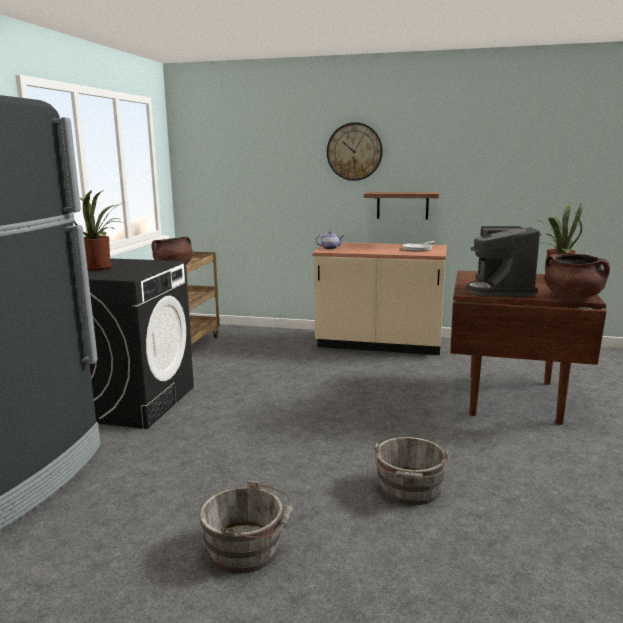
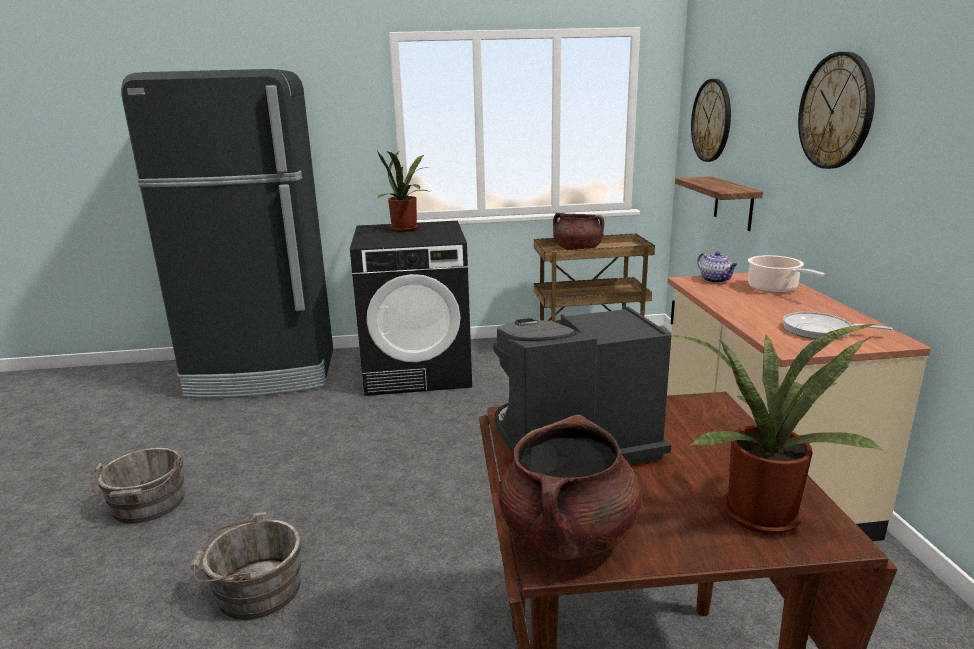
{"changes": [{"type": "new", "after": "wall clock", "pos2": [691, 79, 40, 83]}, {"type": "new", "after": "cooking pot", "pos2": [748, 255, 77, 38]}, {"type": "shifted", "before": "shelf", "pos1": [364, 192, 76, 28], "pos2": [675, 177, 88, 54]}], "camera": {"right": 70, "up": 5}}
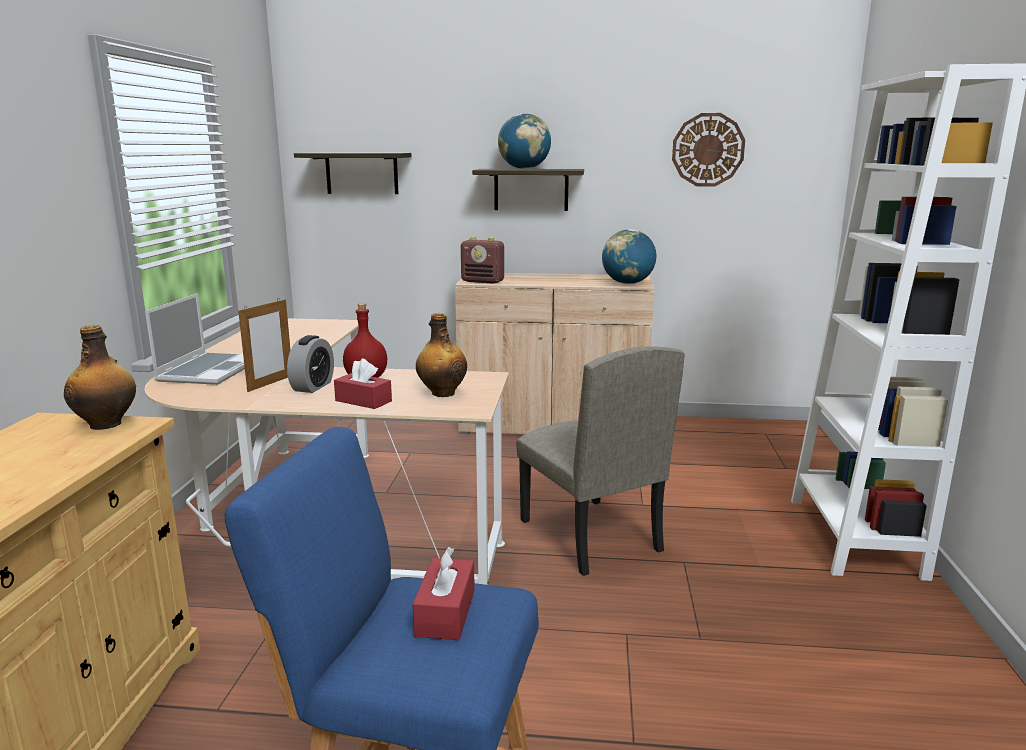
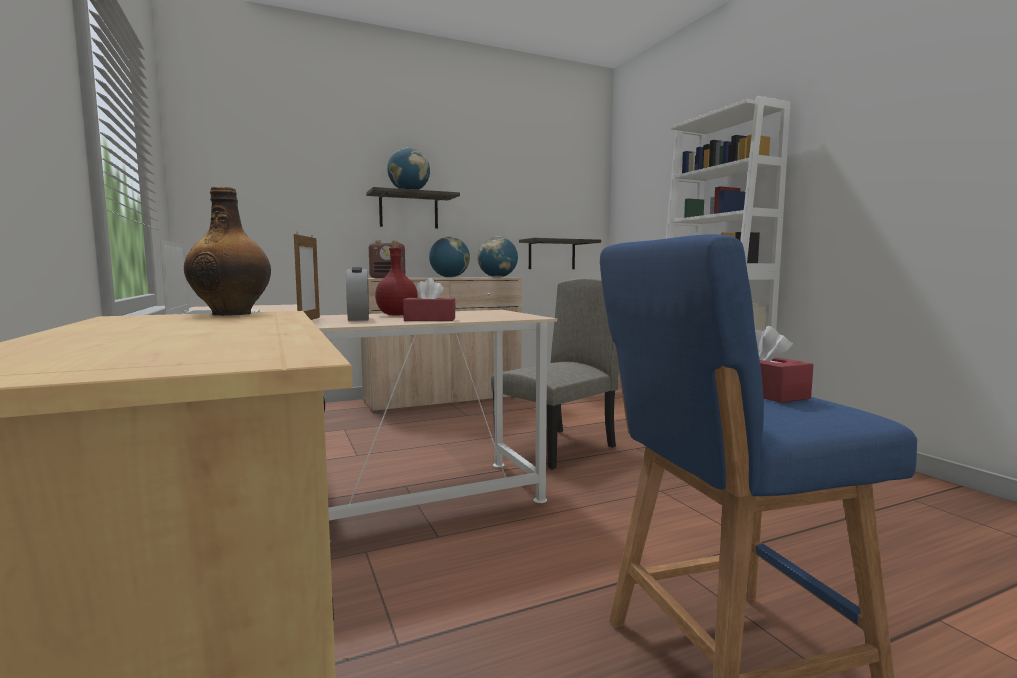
{"changes": [{"type": "gone", "before": "bottle", "pos1": [416, 313, 51, 84]}, {"type": "gone", "before": "wall clock", "pos1": [672, 113, 73, 73]}, {"type": "new", "after": "globe", "pos2": [429, 237, 41, 41]}, {"type": "shifted", "before": "shelf", "pos1": [294, 153, 118, 41], "pos2": [519, 238, 82, 31]}, {"type": "rotated", "before": "beige chair", "pos1": [516, 347, 169, 229], "pos2": [491, 277, 128, 192], "turn": -75}], "camera": {"right": -30, "up": -10}}
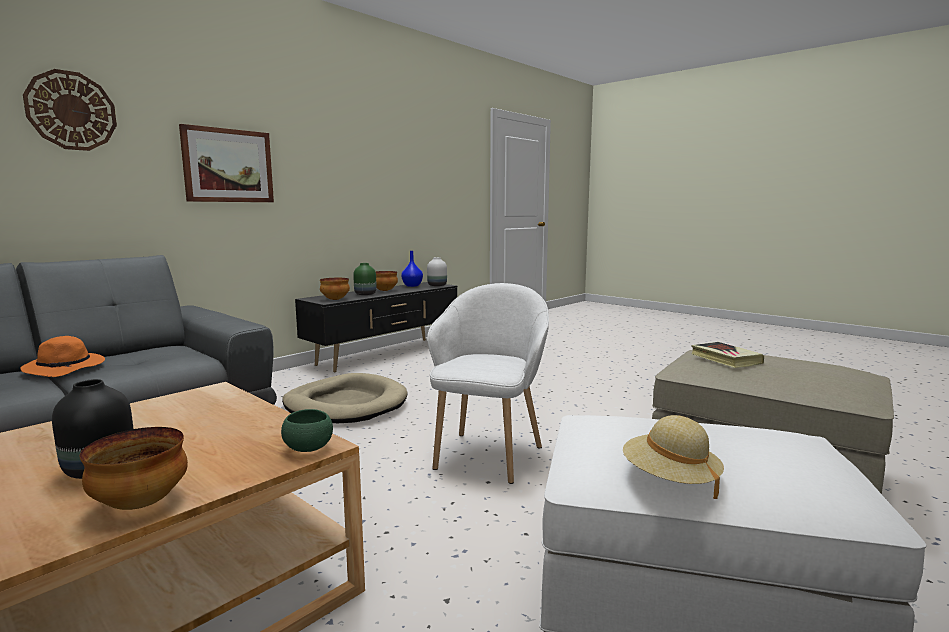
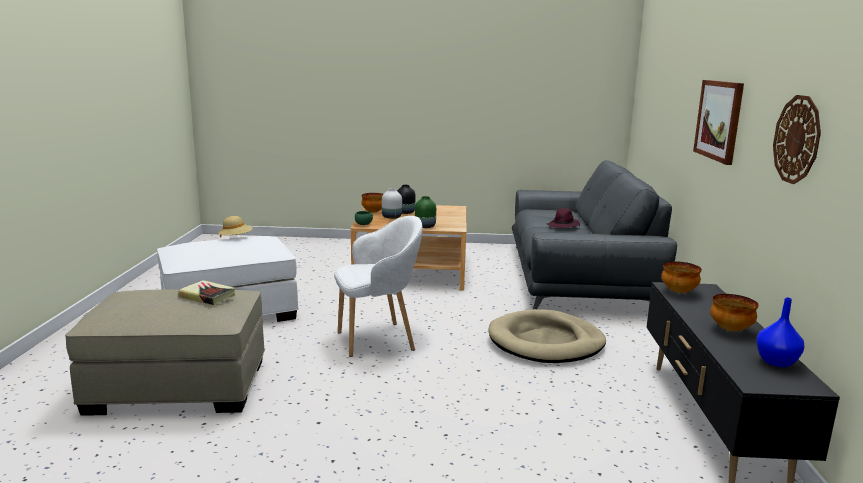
{"changes": [{"type": "shifted", "before": "wall clock", "pos1": [23, 69, 94, 82], "pos2": [773, 95, 48, 89]}, {"type": "shifted", "before": "green vase", "pos1": [353, 263, 23, 32], "pos2": [415, 196, 21, 32]}, {"type": "shifted", "before": "white vase", "pos1": [427, 257, 20, 29], "pos2": [382, 188, 20, 31]}, {"type": "repainted", "before": "orange hat", "after": "purple hat", "pos1": [20, 336, 85, 41], "pos2": [547, 208, 33, 20]}, {"type": "rotated", "before": "white armchair", "pos1": [427, 283, 122, 201], "pos2": [334, 216, 89, 141], "turn": -90}], "camera": {"right": 140, "up": 5}}
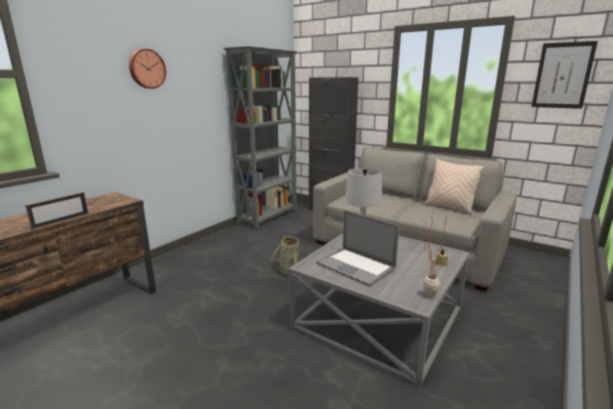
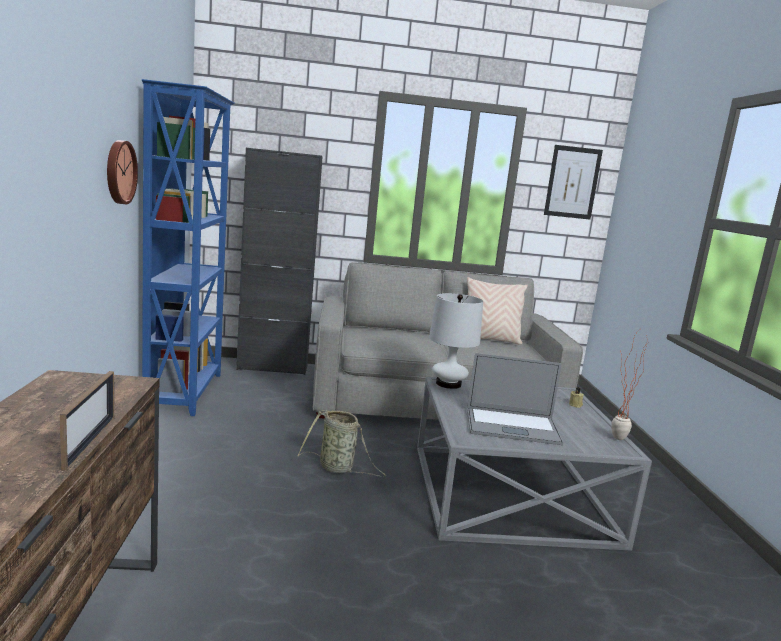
{"changes": [{"type": "shifted", "before": "wall clock", "pos1": [129, 49, 37, 40], "pos2": [107, 140, 31, 64]}, {"type": "repainted", "before": "grey bookcase", "after": "blue bookcase", "pos1": [224, 46, 74, 184], "pos2": [142, 79, 93, 337]}], "camera": {"right": -40, "up": -5}}
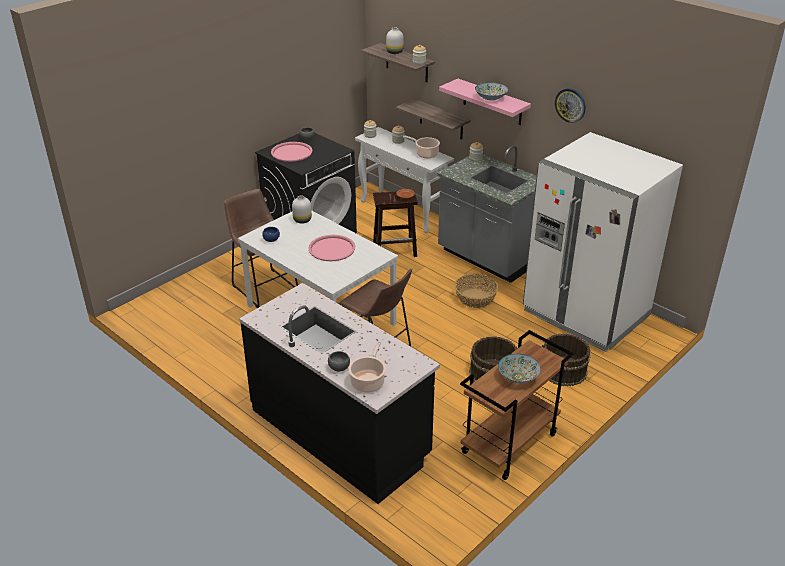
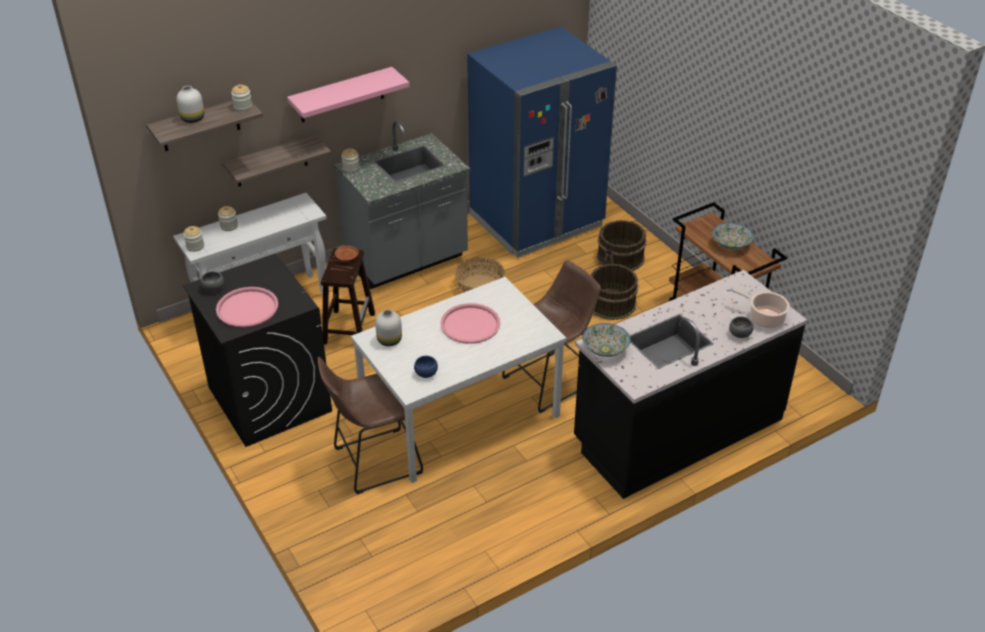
{"changes": [{"type": "gone", "before": "cooking pot", "pos1": [403, 135, 37, 23]}, {"type": "gone", "before": "wall clock", "pos1": [555, 88, 31, 35]}, {"type": "shifted", "before": "bowl", "pos1": [475, 82, 33, 18], "pos2": [582, 323, 49, 34]}, {"type": "repainted", "before": "white fridge", "after": "blue fridge", "pos1": [523, 132, 160, 220], "pos2": [467, 26, 150, 232]}], "camera": {"right": -75, "up": 5}}
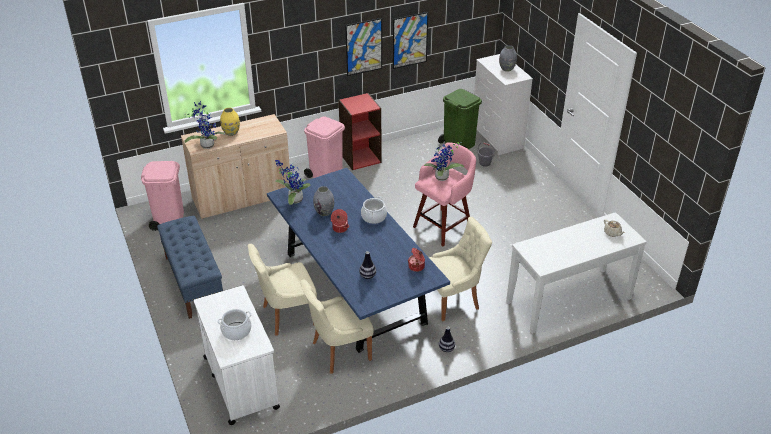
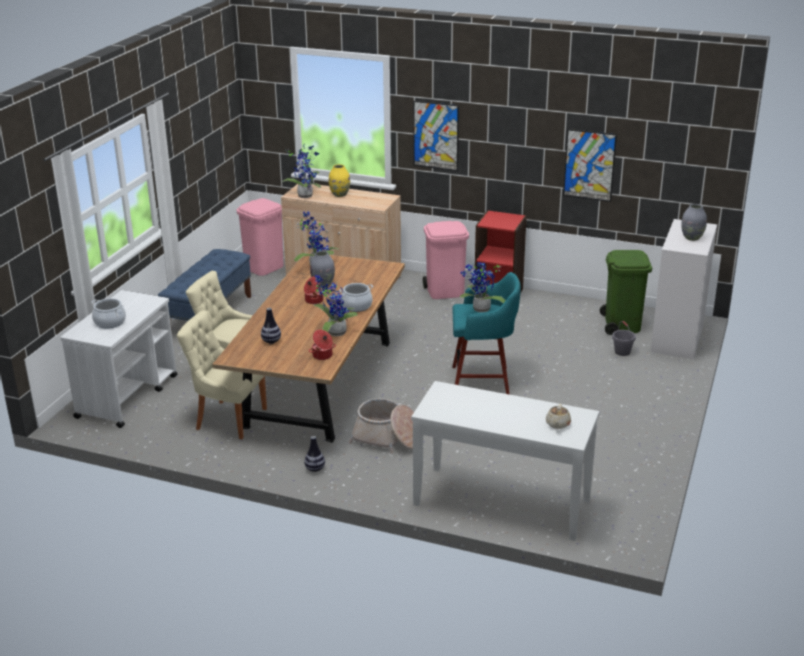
{"changes": [{"type": "new", "after": "potted plant", "pos2": [314, 275, 44, 61]}, {"type": "shifted", "before": "picture", "pos1": [345, 18, 37, 58], "pos2": [413, 101, 46, 70]}, {"type": "swapped", "before": "beige chair", "after": "basket", "pos1": [429, 217, 63, 104], "pos2": [349, 399, 65, 54]}, {"type": "repainted", "before": "blue dining table", "after": "brown dining table", "pos1": [267, 168, 183, 185], "pos2": [212, 252, 193, 191]}, {"type": "repainted", "before": "pink stool", "after": "turquoise stool", "pos1": [413, 142, 63, 104], "pos2": [452, 272, 69, 123]}], "camera": {"right": 45, "up": -10}}
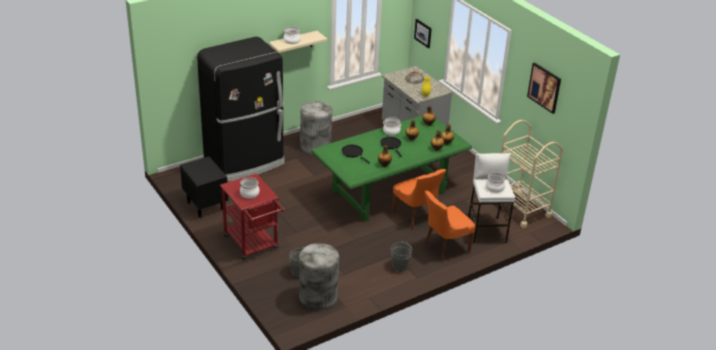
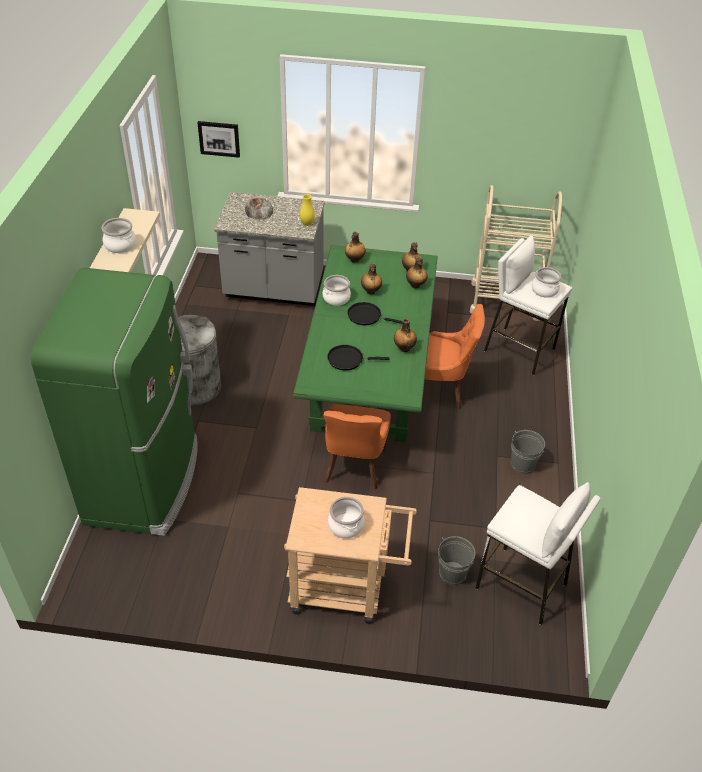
{"changes": [{"type": "gone", "before": "black nightstand", "pos1": [180, 157, 48, 61]}, {"type": "gone", "before": "picture", "pos1": [527, 63, 34, 51]}, {"type": "shifted", "before": "orange chair", "pos1": [423, 191, 52, 71], "pos2": [323, 404, 68, 85]}, {"type": "swapped", "before": "grey trash can", "after": "white stool", "pos1": [299, 243, 40, 67], "pos2": [476, 482, 125, 143]}, {"type": "repainted", "before": "black fridge", "after": "green fridge", "pos1": [197, 37, 87, 145], "pos2": [31, 268, 166, 268]}, {"type": "repainted", "before": "red cart", "after": "beige cart", "pos1": [220, 174, 64, 86], "pos2": [284, 487, 133, 137]}], "camera": {"right": -50, "up": 10}}
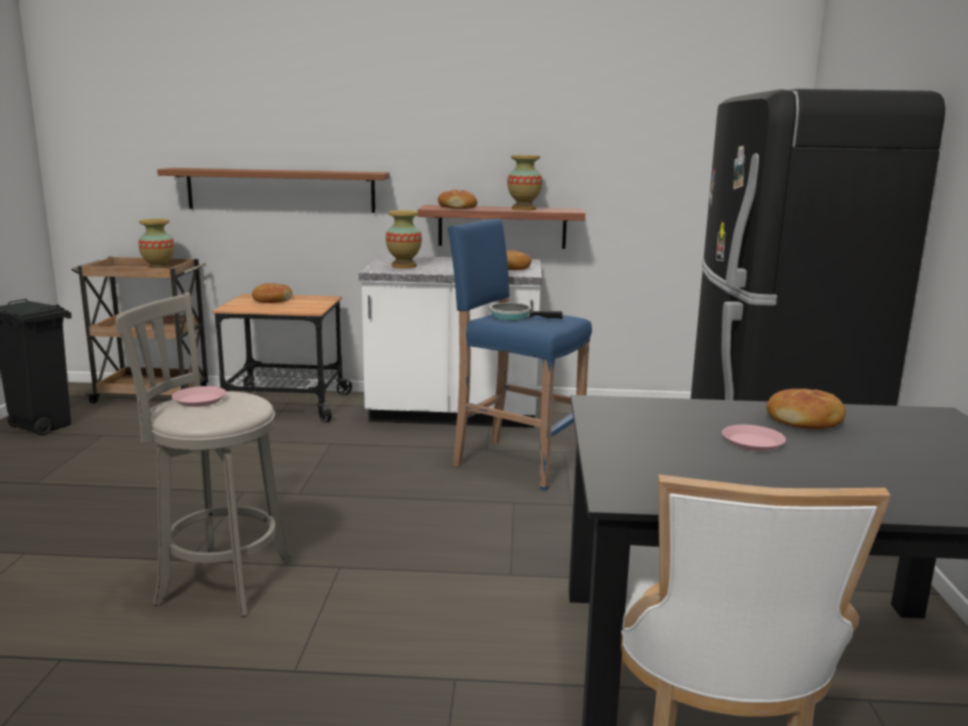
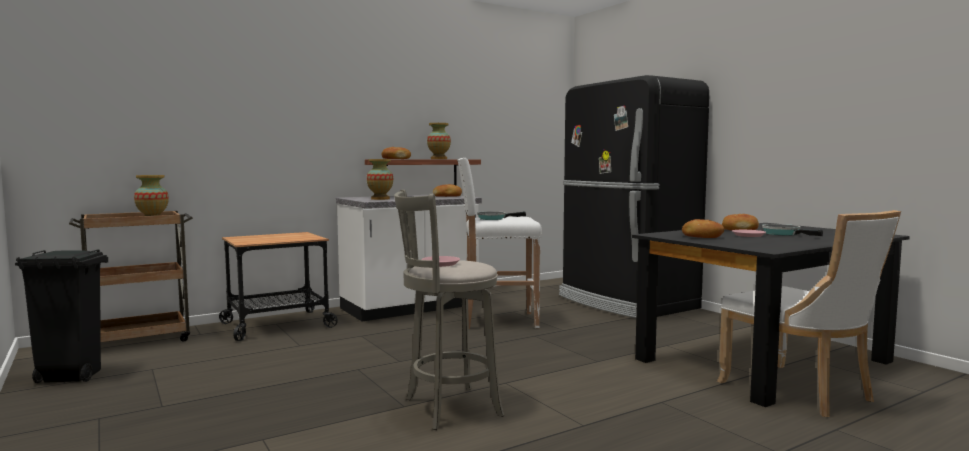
{"changes": [{"type": "gone", "before": "brown shelf", "pos1": [157, 168, 233, 45]}, {"type": "new", "after": "frying pan", "pos2": [762, 224, 61, 12]}, {"type": "shifted", "before": "bread", "pos1": [252, 283, 40, 20], "pos2": [682, 219, 42, 19]}, {"type": "repainted", "before": "blue stool", "after": "white stool", "pos1": [448, 218, 144, 273], "pos2": [457, 158, 85, 171]}], "camera": {"right": -35, "up": -10}}
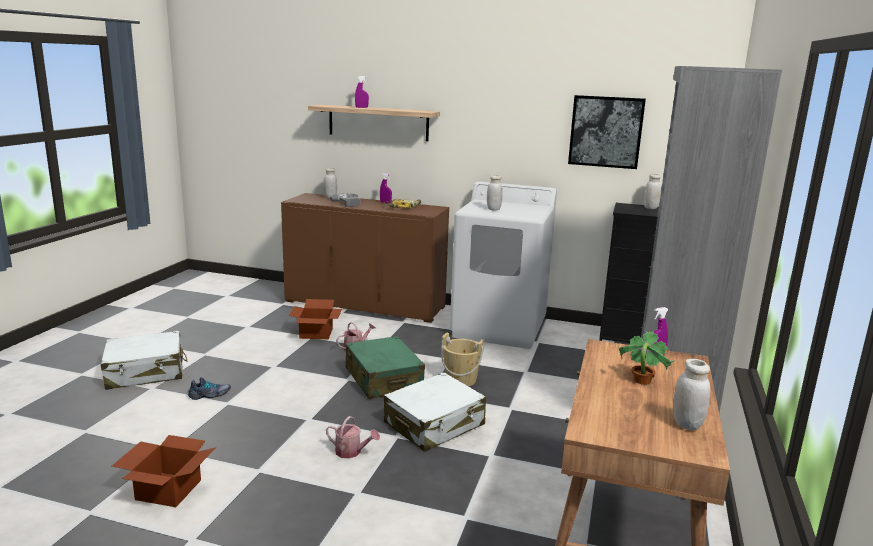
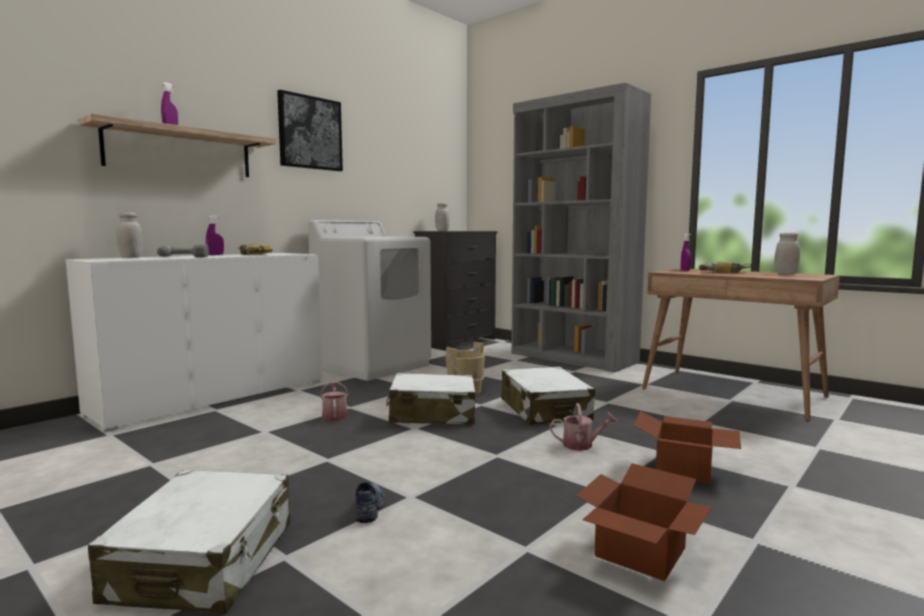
{"changes": [{"type": "gone", "before": "white jar", "pos1": [487, 175, 15, 36]}, {"type": "shifted", "before": "cardboard box", "pos1": [289, 299, 53, 40], "pos2": [634, 411, 107, 73]}, {"type": "shifted", "before": "picture", "pos1": [568, 95, 78, 74], "pos2": [277, 90, 66, 81]}, {"type": "swapped", "before": "potted plant", "after": "power drill", "pos1": [619, 331, 56, 54], "pos2": [699, 262, 53, 11]}, {"type": "repainted", "before": "brown cabinet", "after": "white cabinet", "pos1": [281, 193, 168, 130], "pos2": [65, 253, 257, 179]}, {"type": "repainted", "before": "green suitcase", "after": "white suitcase", "pos1": [345, 336, 80, 63], "pos2": [386, 373, 90, 52]}, {"type": "rotated", "before": "watering can", "pos1": [326, 416, 54, 42], "pos2": [550, 403, 67, 48], "turn": 45}], "camera": {"right": -65, "up": -10}}
